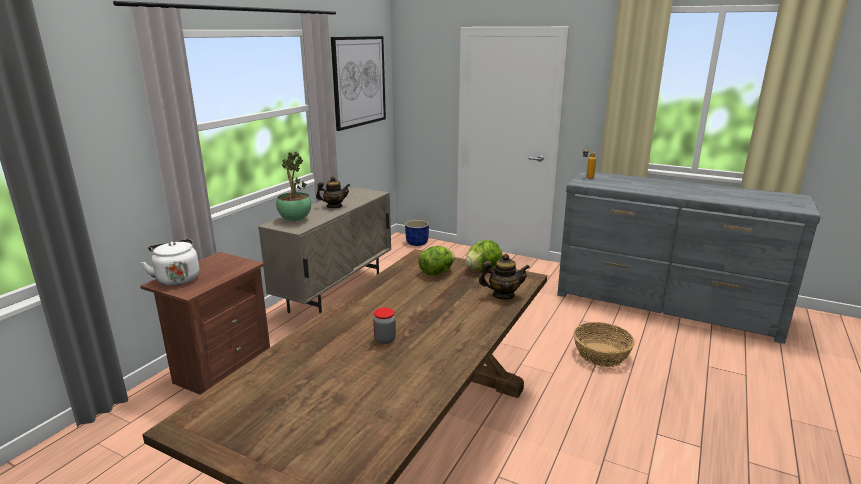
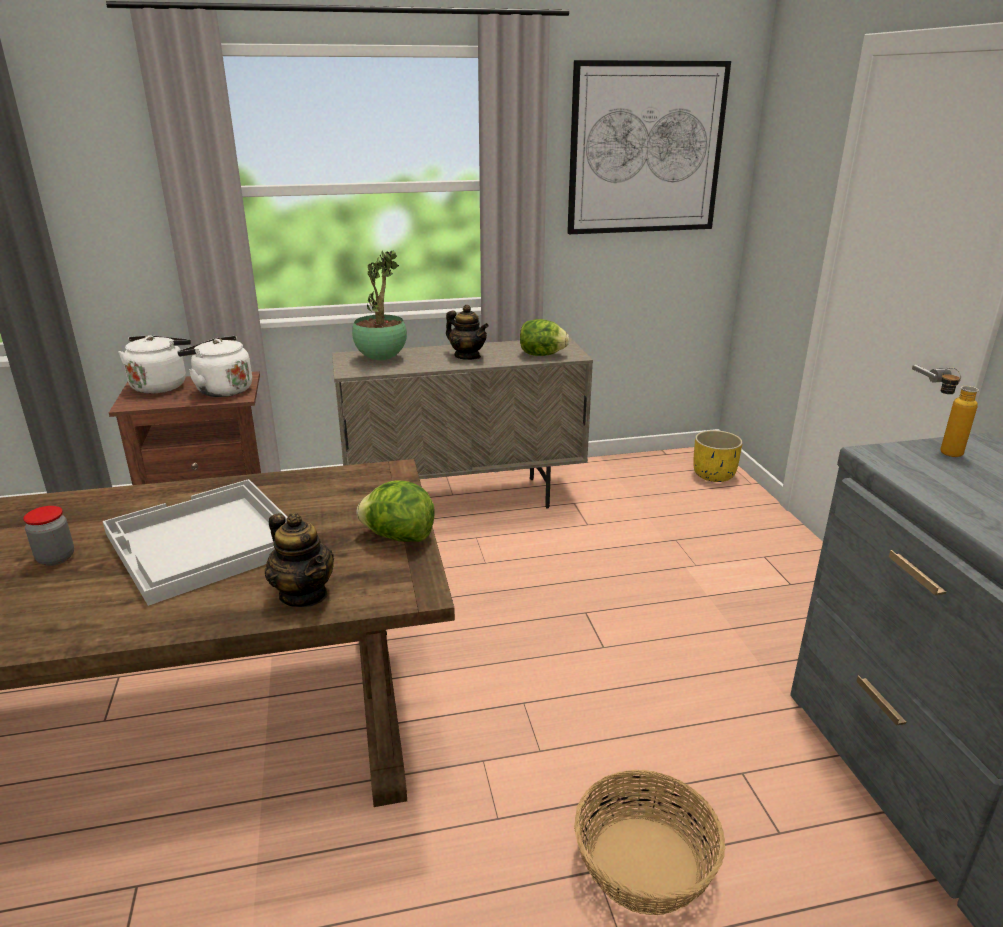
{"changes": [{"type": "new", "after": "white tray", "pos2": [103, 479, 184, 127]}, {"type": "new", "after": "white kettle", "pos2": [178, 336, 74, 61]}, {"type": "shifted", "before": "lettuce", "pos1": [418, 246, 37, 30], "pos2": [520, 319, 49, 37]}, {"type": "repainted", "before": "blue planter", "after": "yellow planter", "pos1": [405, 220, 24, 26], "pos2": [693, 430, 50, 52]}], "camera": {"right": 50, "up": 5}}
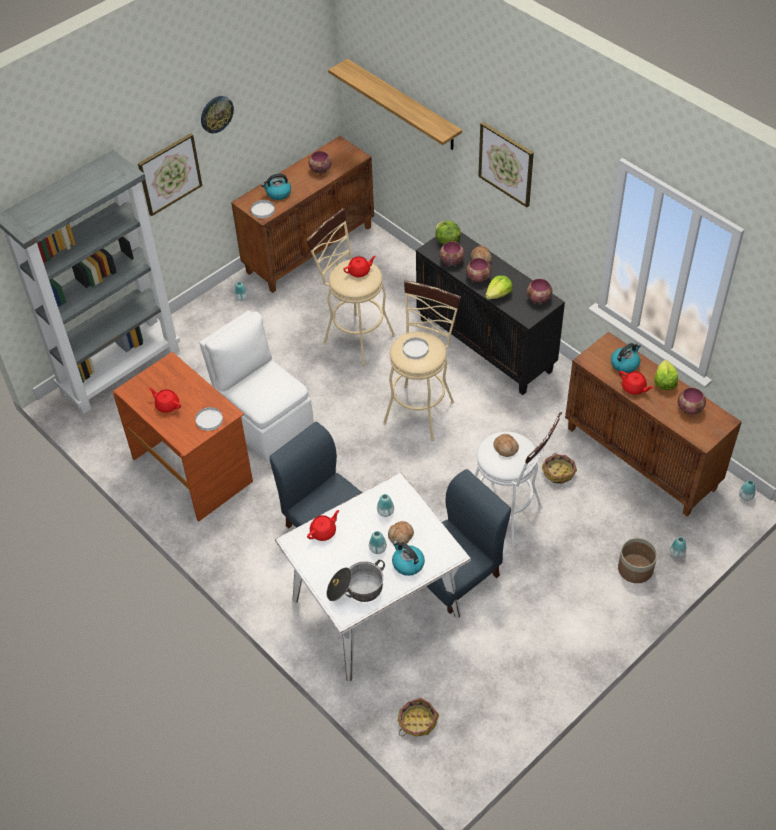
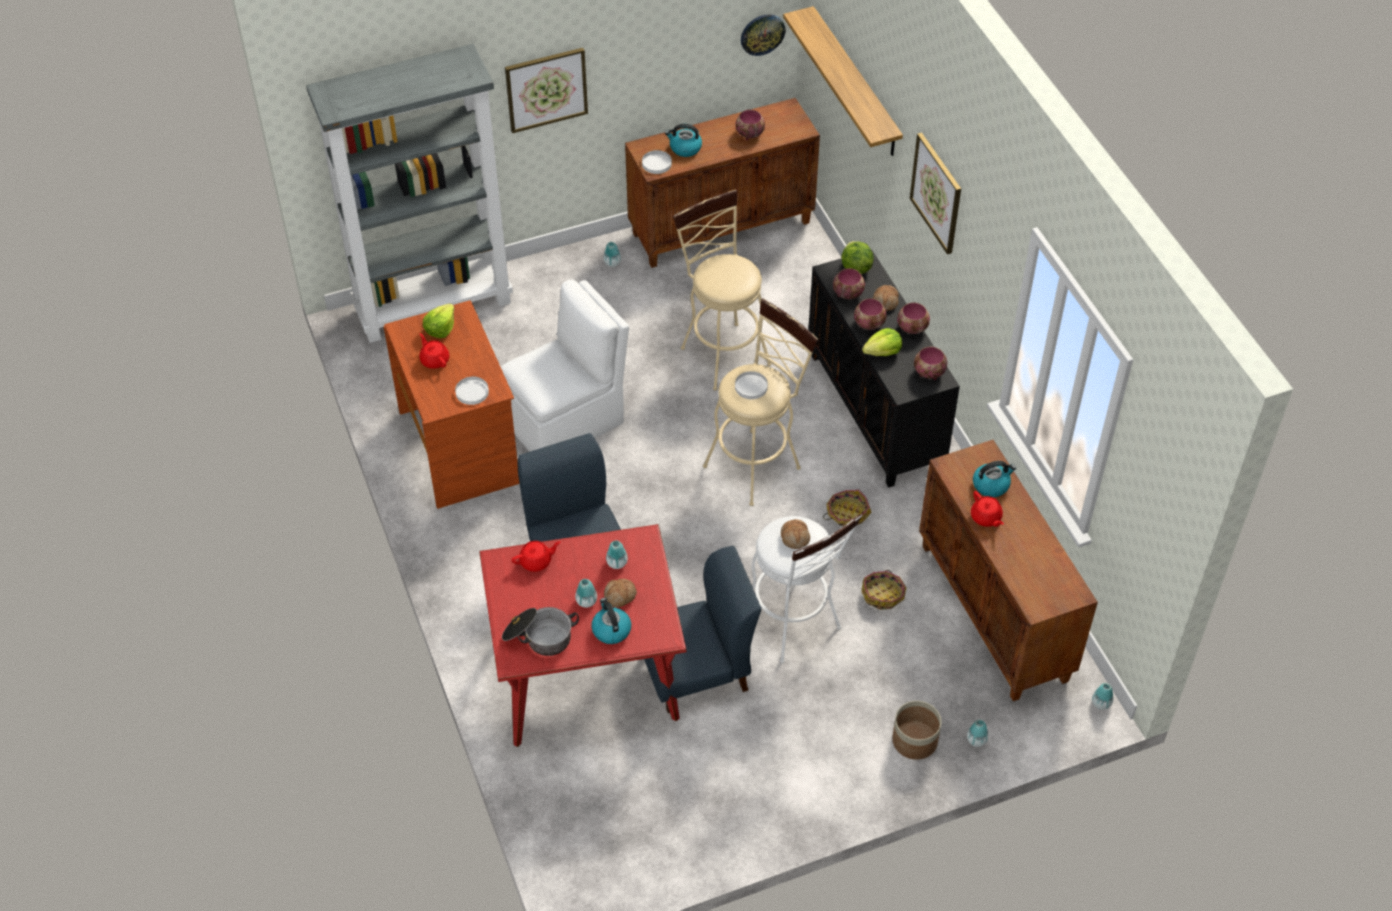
{"changes": [{"type": "gone", "before": "red teapot", "pos1": [343, 256, 33, 21]}, {"type": "shifted", "before": "wall clock", "pos1": [201, 96, 33, 37], "pos2": [741, 14, 45, 42]}, {"type": "shifted", "before": "basket", "pos1": [398, 698, 41, 39], "pos2": [823, 490, 49, 36]}, {"type": "shifted", "before": "lettuce", "pos1": [654, 360, 24, 30], "pos2": [423, 303, 31, 35]}, {"type": "shifted", "before": "bowl", "pos1": [678, 387, 28, 27], "pos2": [897, 302, 33, 32]}, {"type": "repainted", "before": "white dining table", "after": "red dining table", "pos1": [275, 473, 196, 208], "pos2": [479, 524, 208, 223]}, {"type": "rotated", "before": "white chair", "pos1": [199, 311, 115, 151], "pos2": [501, 279, 128, 173], "turn": 75}], "camera": {"right": 20, "up": 0}}
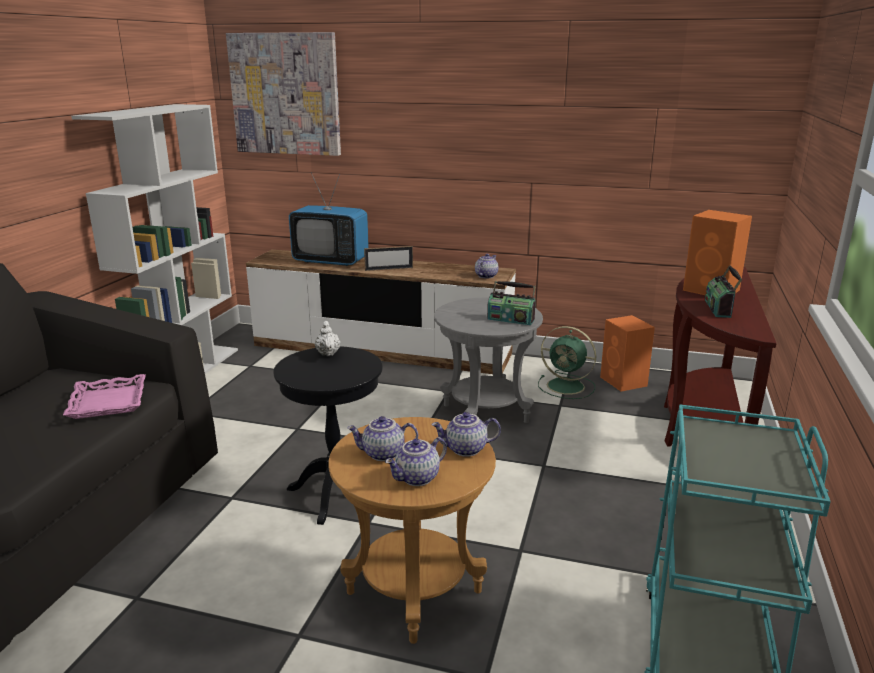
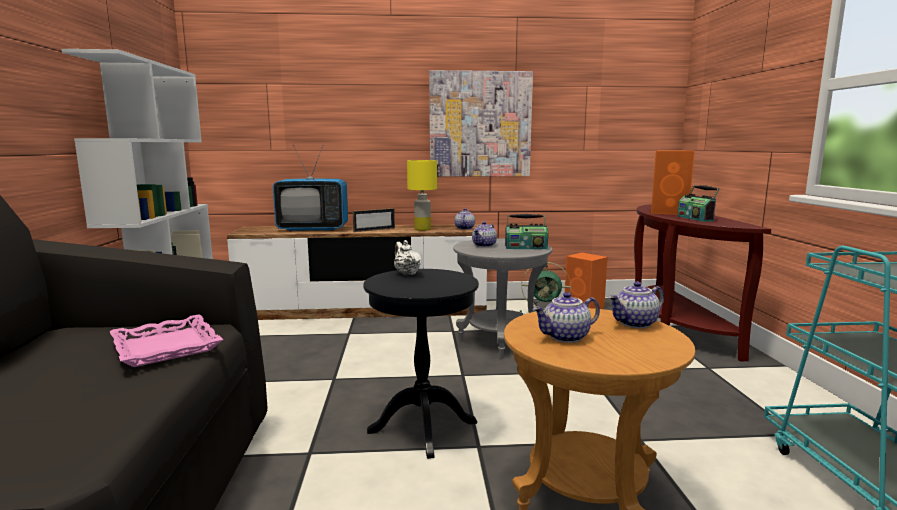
{"changes": [{"type": "new", "after": "yellow table lamp", "pos2": [407, 160, 30, 71]}, {"type": "shifted", "before": "picture", "pos1": [226, 32, 115, 124], "pos2": [429, 70, 104, 107]}, {"type": "shifted", "before": "teapot", "pos1": [385, 437, 62, 49], "pos2": [472, 221, 25, 26]}], "camera": {"right": -20, "up": -10}}
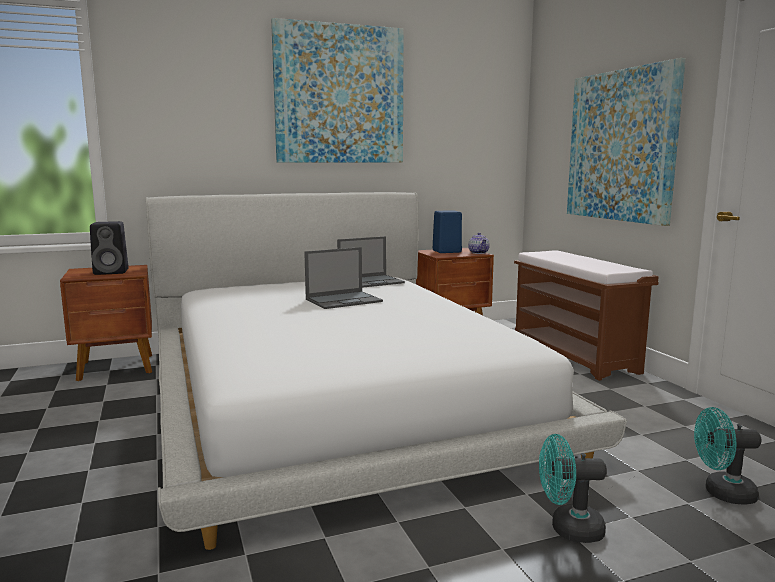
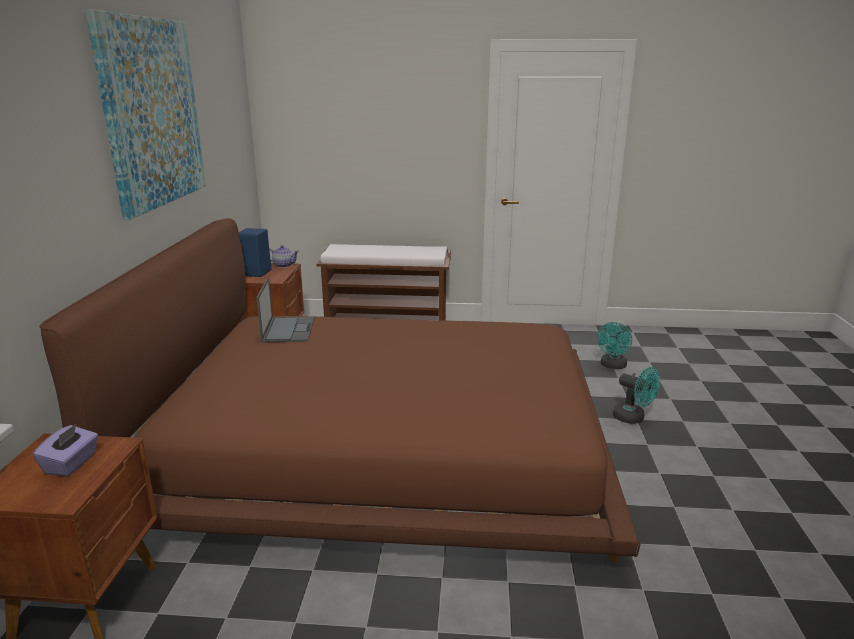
{"changes": [{"type": "gone", "before": "laptop", "pos1": [304, 247, 79, 62]}, {"type": "gone", "before": "picture", "pos1": [567, 58, 119, 168]}, {"type": "swapped", "before": "black speaker", "after": "purple tissue box", "pos1": [90, 221, 38, 54], "pos2": [33, 423, 65, 54]}, {"type": "repainted", "before": "white bed", "after": "brown bed", "pos1": [146, 192, 481, 358], "pos2": [39, 218, 602, 344]}, {"type": "rotated", "before": "turquoise fan", "pos1": [539, 434, 68, 109], "pos2": [613, 367, 47, 57], "turn": -75}], "camera": {"right": -65, "up": 10}}
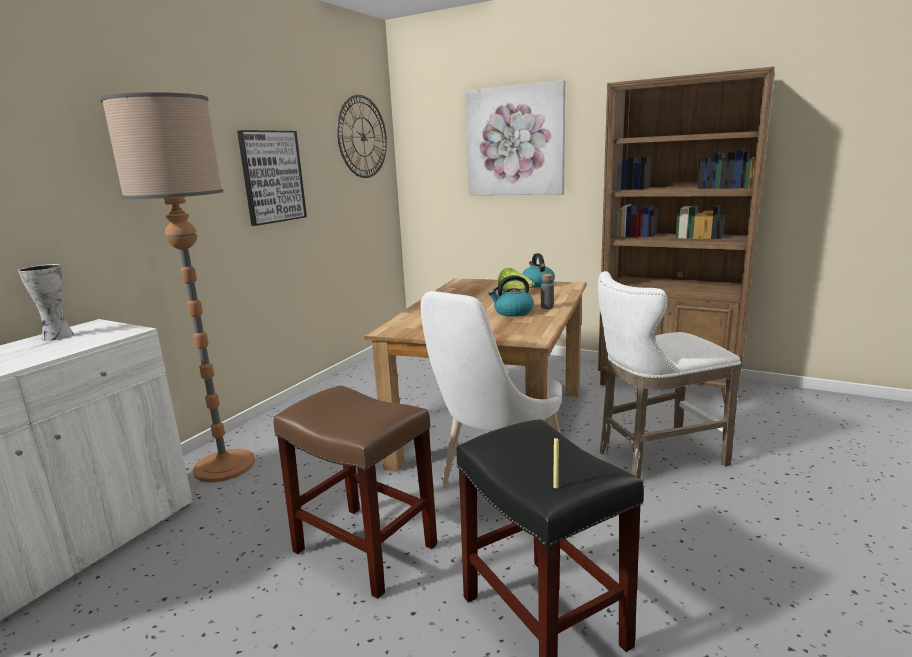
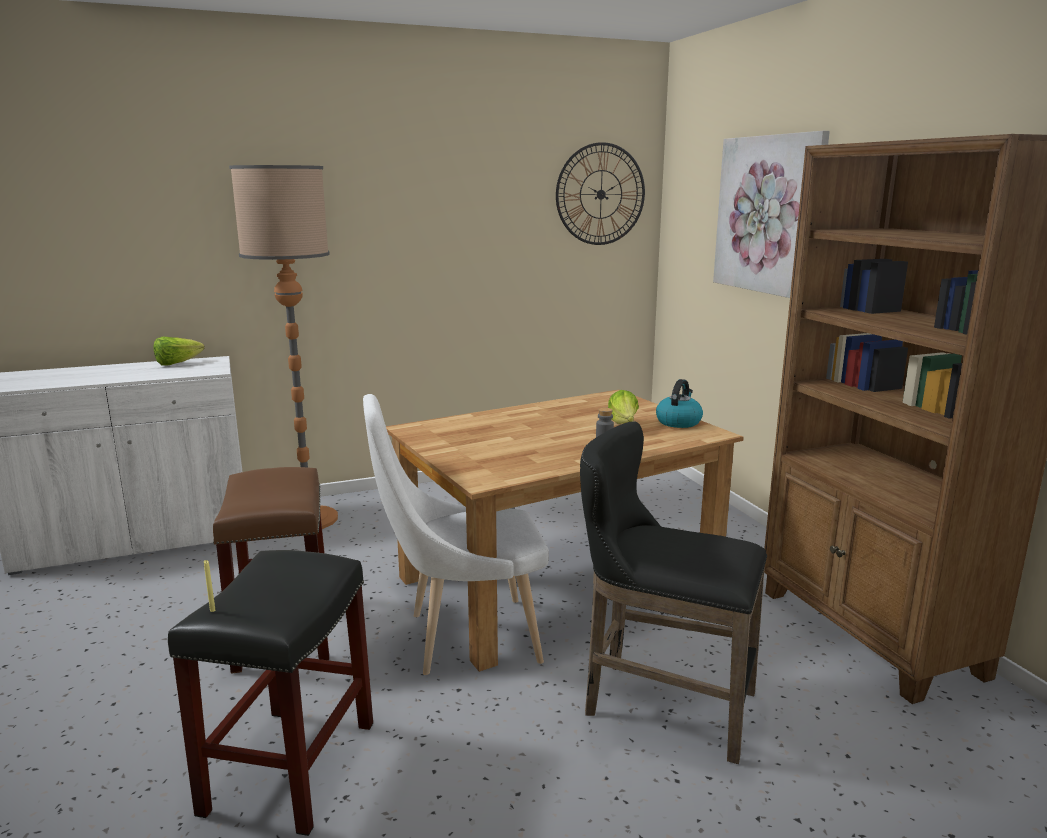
{"changes": [{"type": "gone", "before": "picture", "pos1": [237, 130, 70, 96]}, {"type": "gone", "before": "kettle", "pos1": [489, 275, 45, 42]}, {"type": "swapped", "before": "vase", "after": "lettuce", "pos1": [18, 264, 56, 77], "pos2": [154, 337, 51, 28]}, {"type": "repainted", "before": "white stool", "after": "black stool", "pos1": [598, 271, 143, 208], "pos2": [580, 422, 187, 342]}], "camera": {"right": 40, "up": 0}}
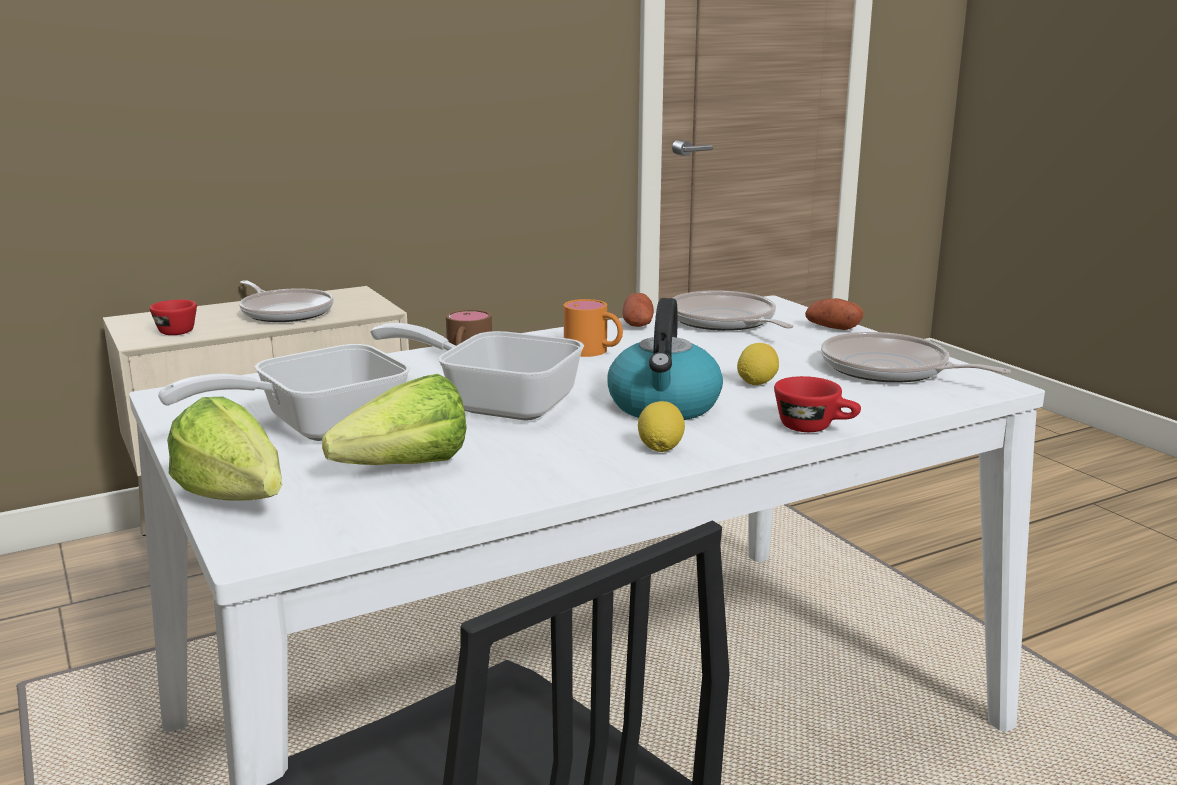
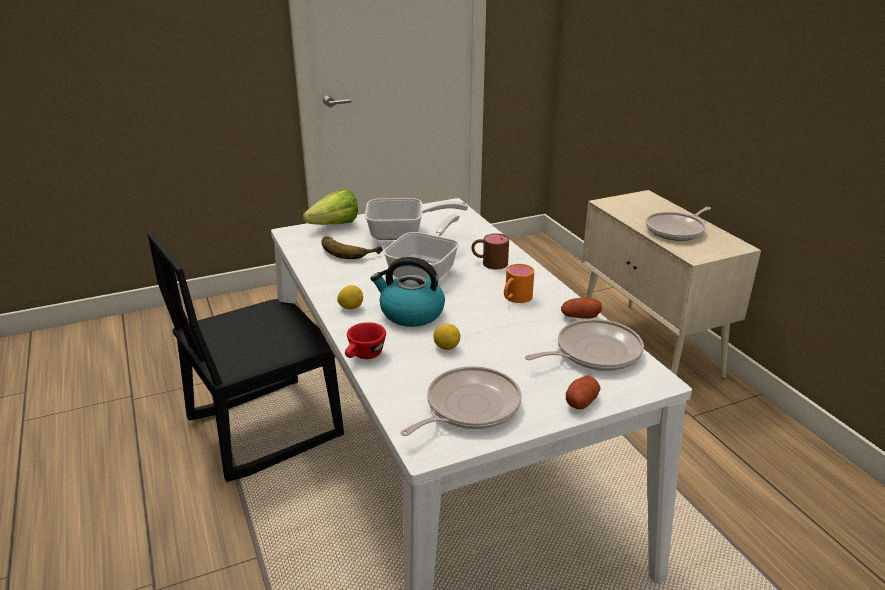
{"changes": [{"type": "gone", "before": "red cup", "pos1": [149, 300, 48, 35]}, {"type": "swapped", "before": "lettuce", "after": "banana", "pos1": [322, 374, 145, 91], "pos2": [322, 236, 61, 23]}, {"type": "rotated", "before": "frying pan", "pos1": [158, 344, 252, 97], "pos2": [365, 198, 103, 42], "turn": 120}], "camera": {"right": 95, "up": 10}}
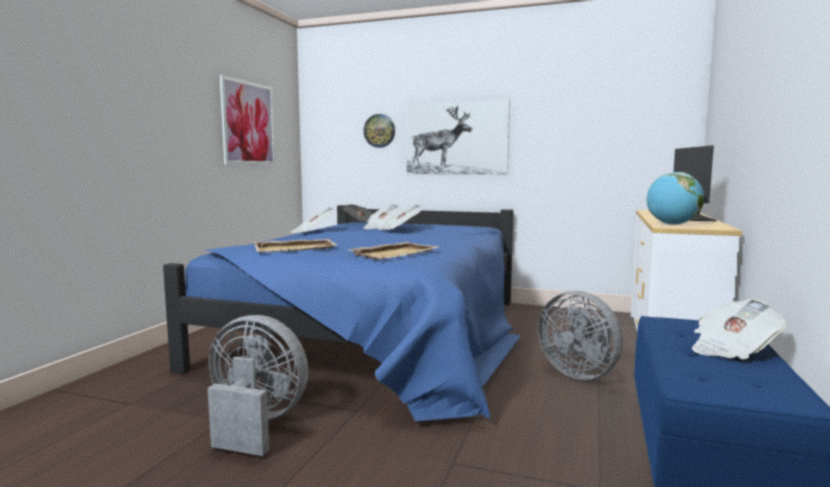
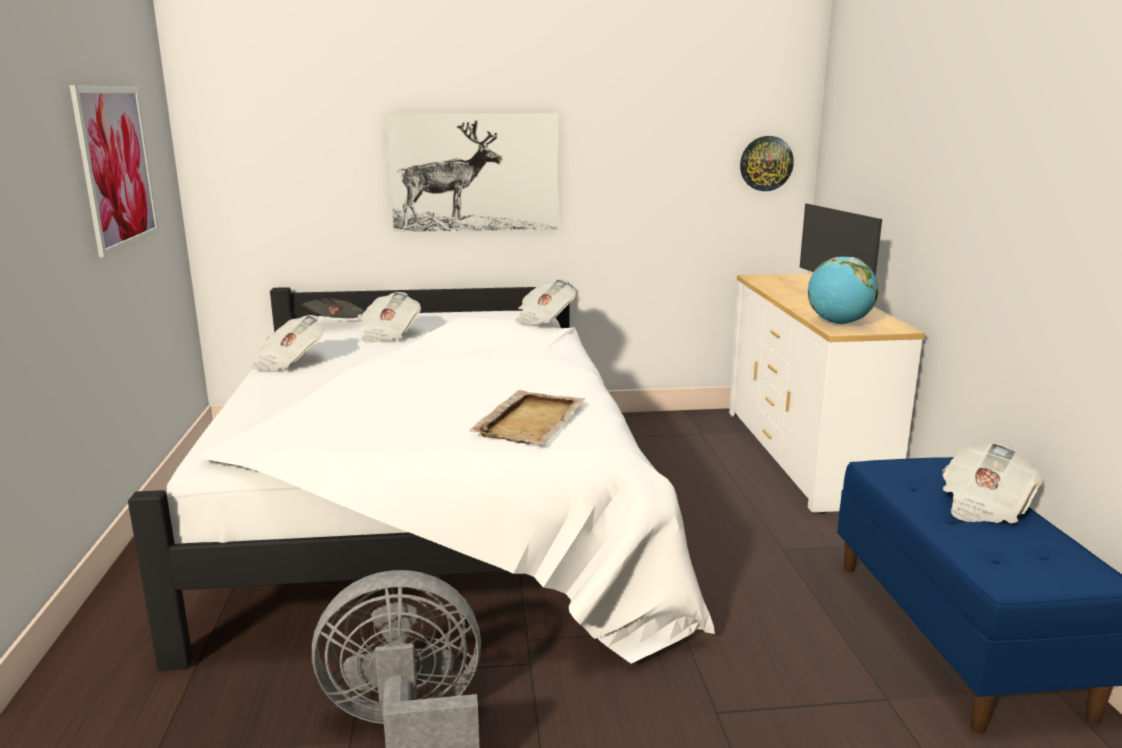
{"changes": [{"type": "gone", "before": "beige tray", "pos1": [254, 239, 83, 13]}, {"type": "gone", "before": "grey fan", "pos1": [538, 291, 85, 89]}, {"type": "shifted", "before": "wall clock", "pos1": [364, 114, 31, 34], "pos2": [740, 136, 54, 55]}, {"type": "shifted", "before": "newspaper", "pos1": [378, 204, 43, 26], "pos2": [515, 279, 61, 45]}, {"type": "repainted", "before": "blue bed", "after": "white bed", "pos1": [163, 205, 358, 216], "pos2": [128, 283, 587, 388]}], "camera": {"right": -25, "up": 10}}
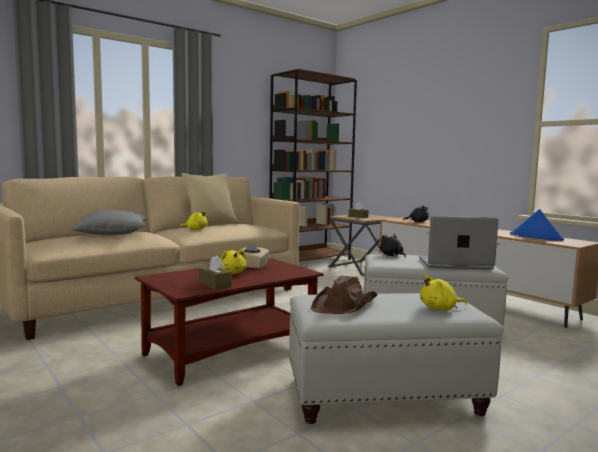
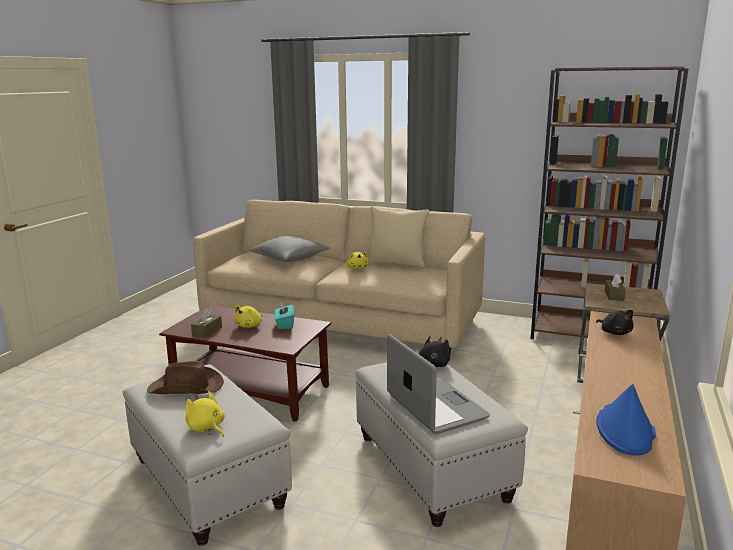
{"changes": [{"type": "repainted", "before": "beige tissue box", "after": "turquoise tissue box", "pos1": [238, 243, 32, 26], "pos2": [274, 301, 20, 28]}], "camera": {"right": 60, "up": 10}}
